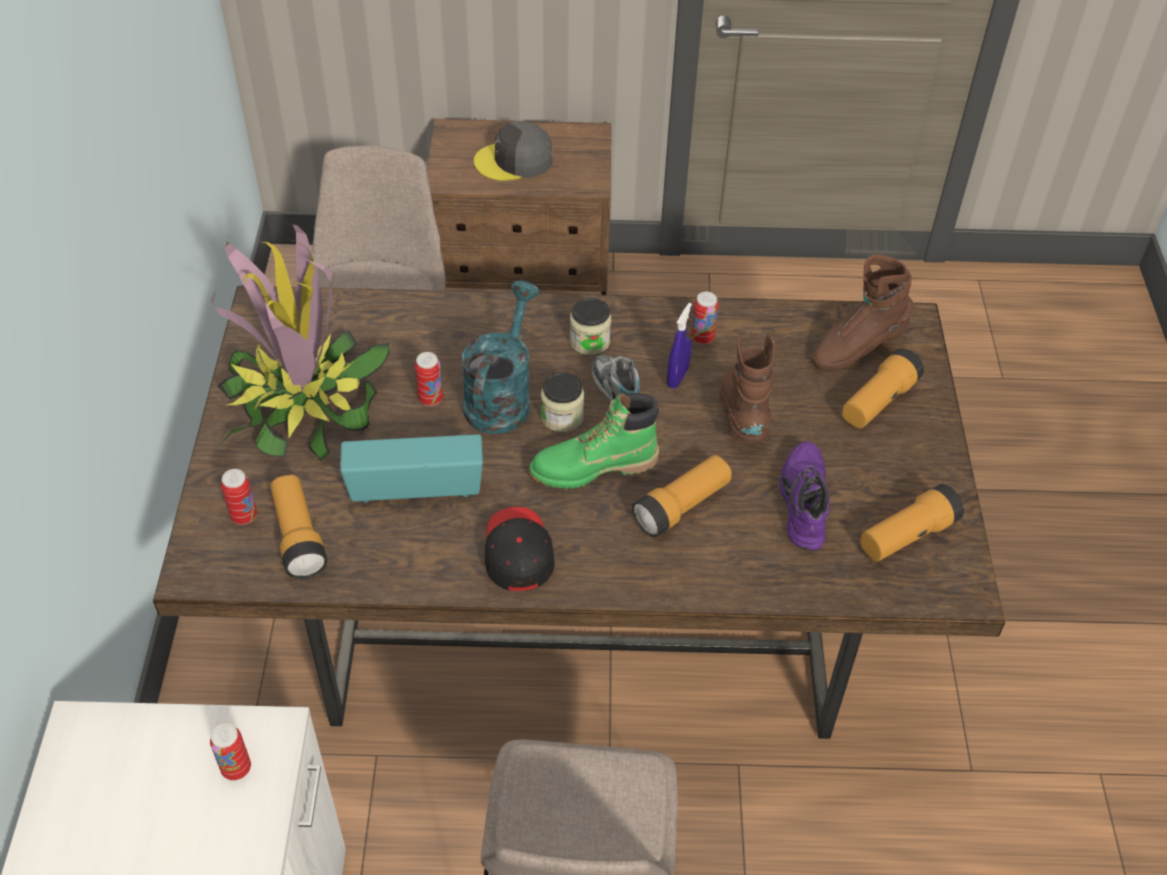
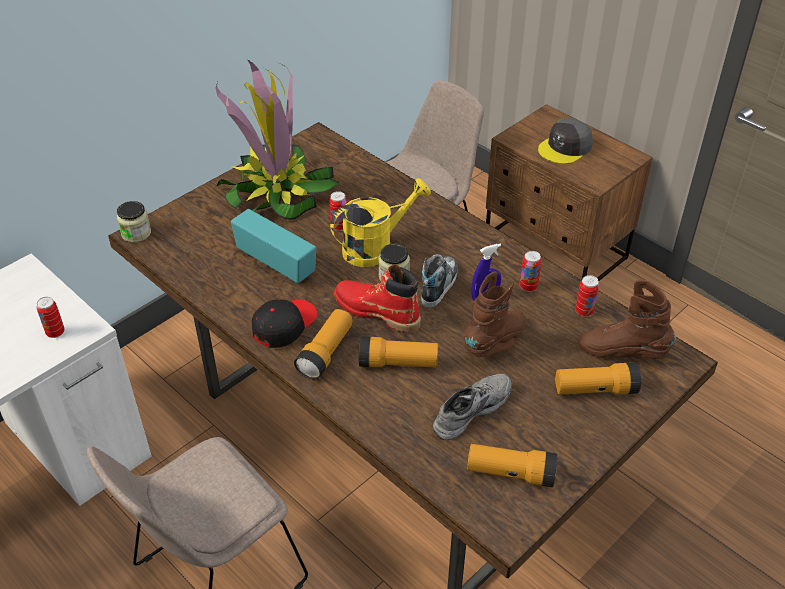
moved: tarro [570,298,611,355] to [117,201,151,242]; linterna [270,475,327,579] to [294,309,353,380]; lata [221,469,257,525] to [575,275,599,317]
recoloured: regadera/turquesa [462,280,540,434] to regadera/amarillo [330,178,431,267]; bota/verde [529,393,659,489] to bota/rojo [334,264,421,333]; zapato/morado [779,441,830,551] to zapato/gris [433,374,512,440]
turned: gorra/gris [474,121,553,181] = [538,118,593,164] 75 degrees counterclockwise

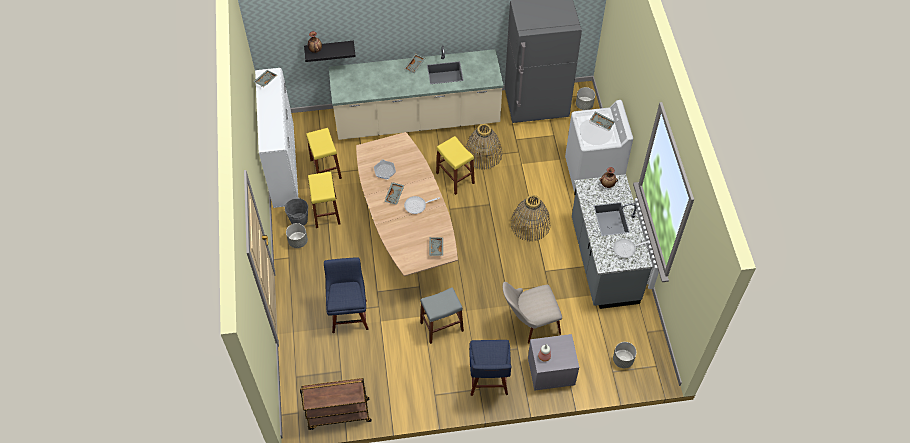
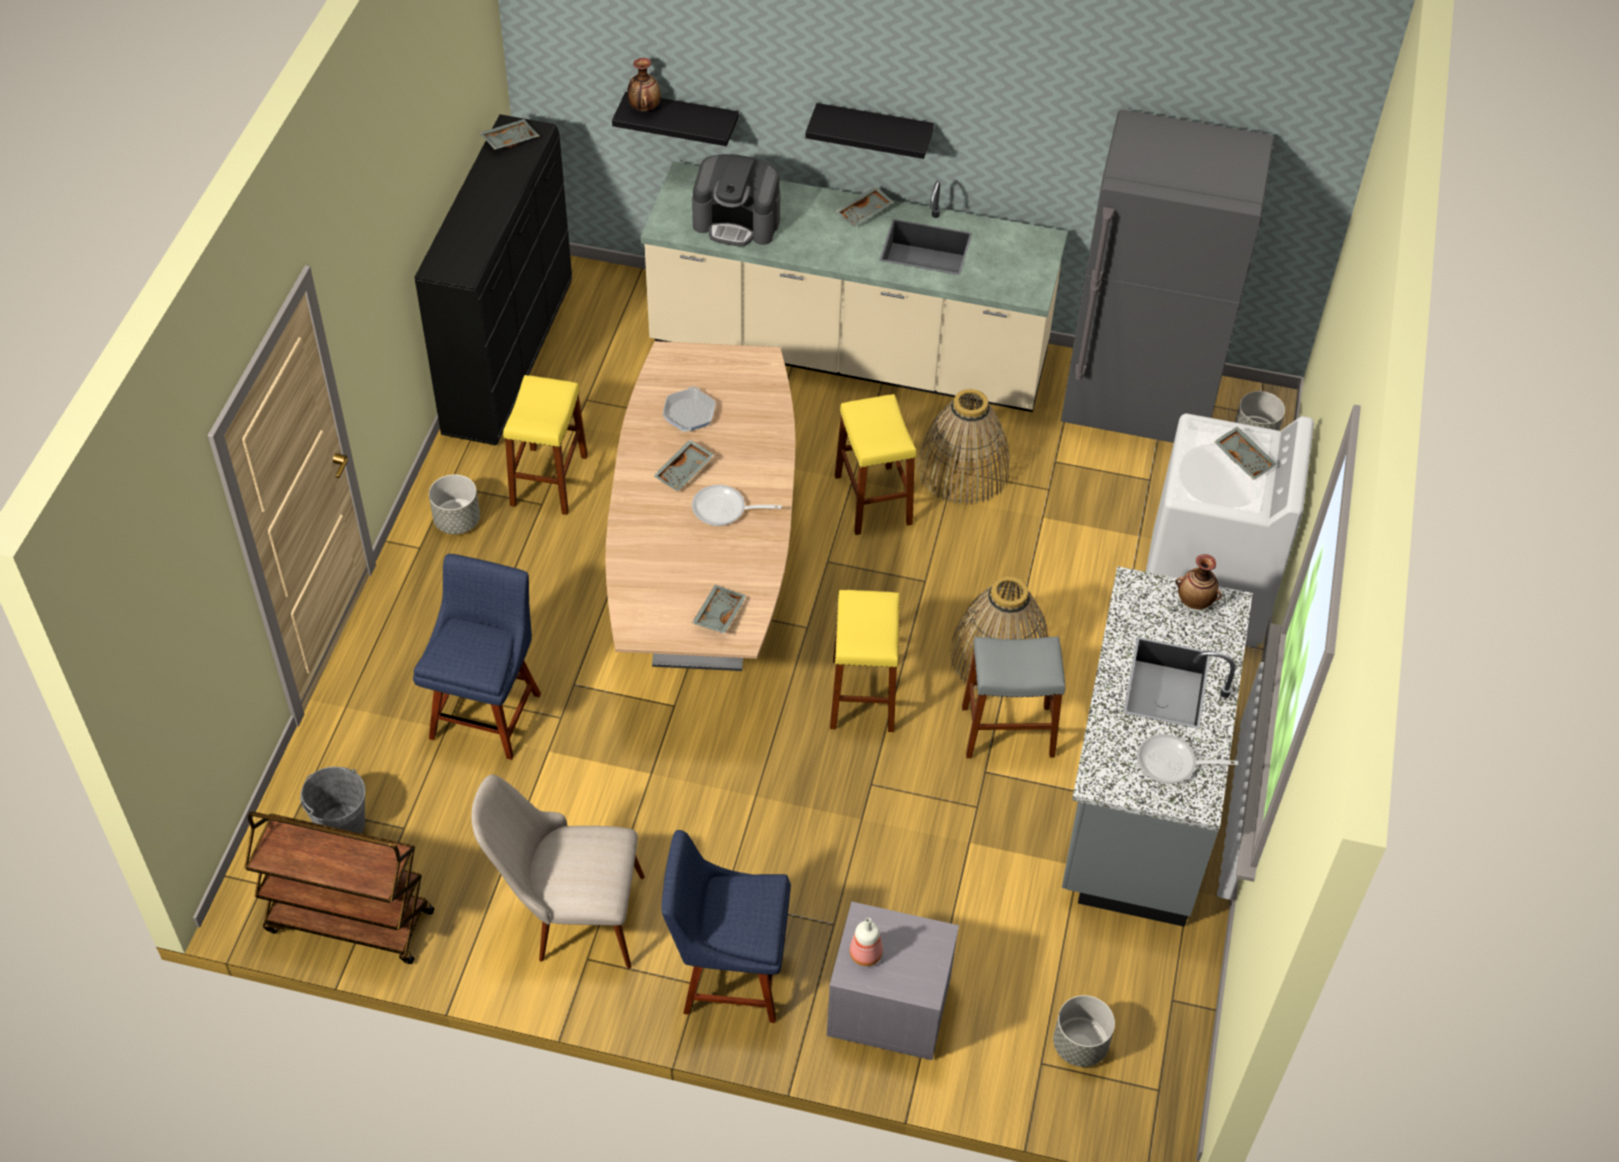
added: cafetera [692,154,780,246]; estante/negro [805,103,934,159]
moved: cubo/gris [285,198,308,226] to [300,766,365,834]; silla/beis [503,282,562,344] to [471,775,645,969]; taburete/amarillo [306,128,342,179] to [830,590,900,732]; taburete/gris [420,287,464,344] to [962,636,1065,758]
recoloured: cómoda/blanco [255,68,298,208] to cómoda/negro [414,114,572,445]
turned: silla/azul [469,340,511,396] = [661,830,791,1023] 75 degrees clockwise

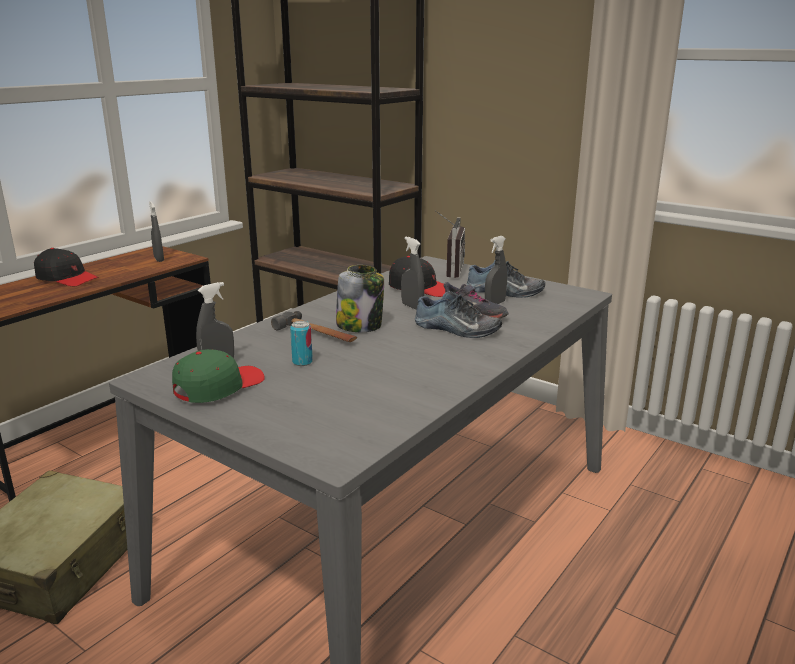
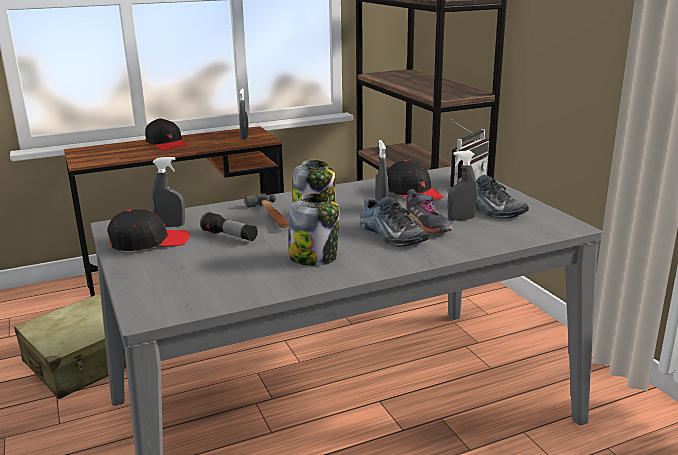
added: tarro [288,193,339,266]
replaced: lata [290,321,313,366] to linterna [200,212,258,241]
recoloured: gorra/verde [172,349,265,403] to gorra/negro [107,209,190,251]

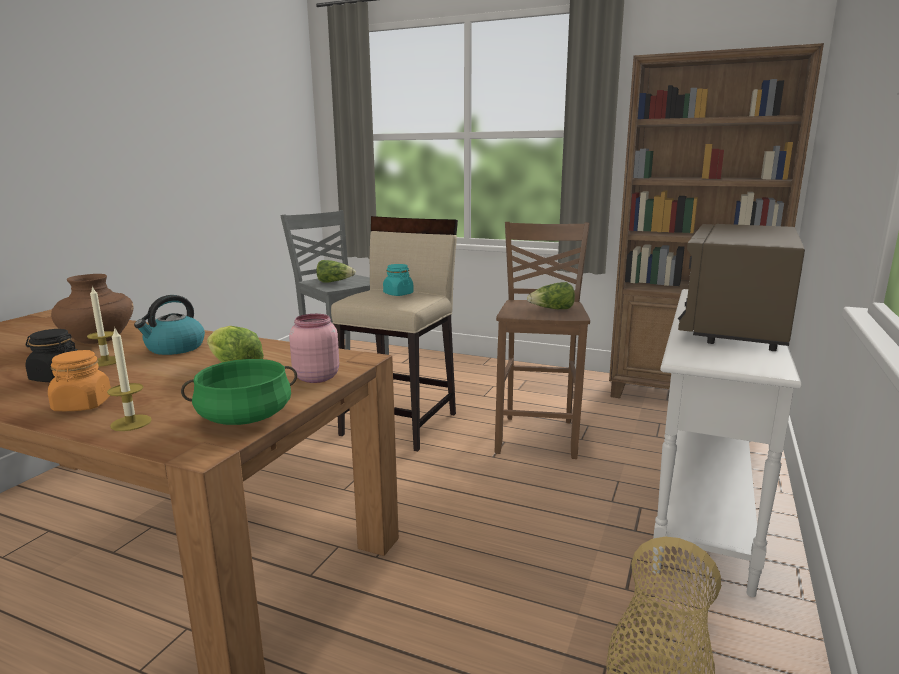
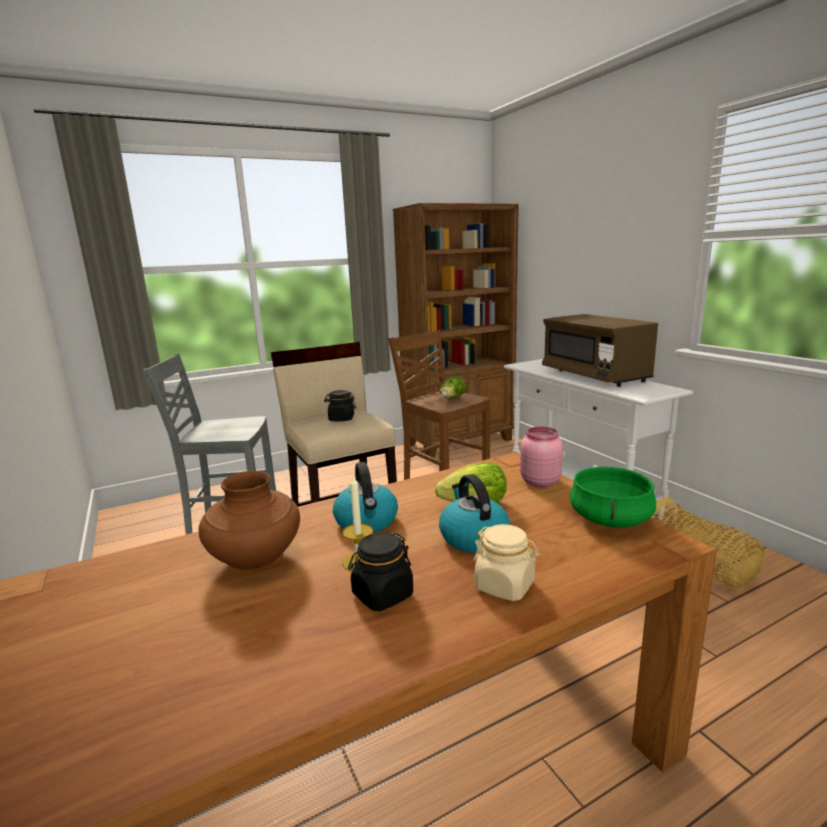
removed: vela [107,326,152,431]; lechuga [316,260,356,283]
added: hervidor [439,474,510,553]
recoloured: tarro/turquesa [383,264,414,296] to tarro/negro [324,390,356,421]; tarro/naranja [48,350,111,411] to tarro/beis [473,524,540,601]

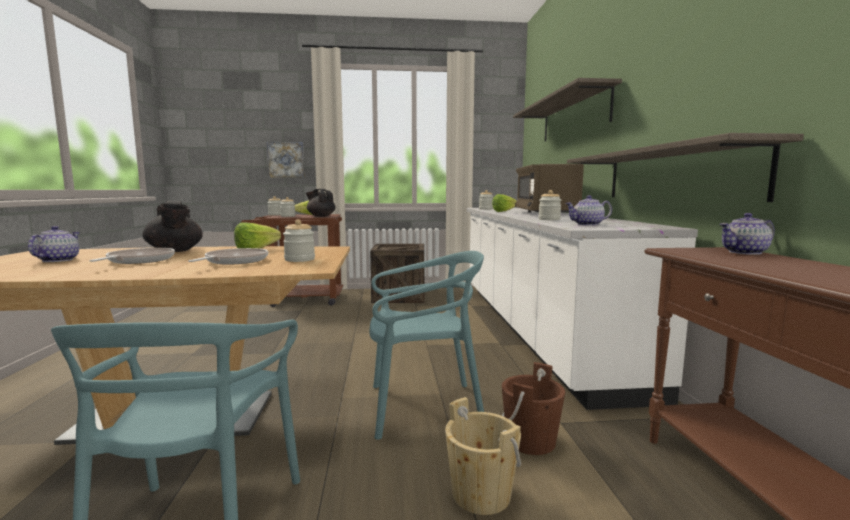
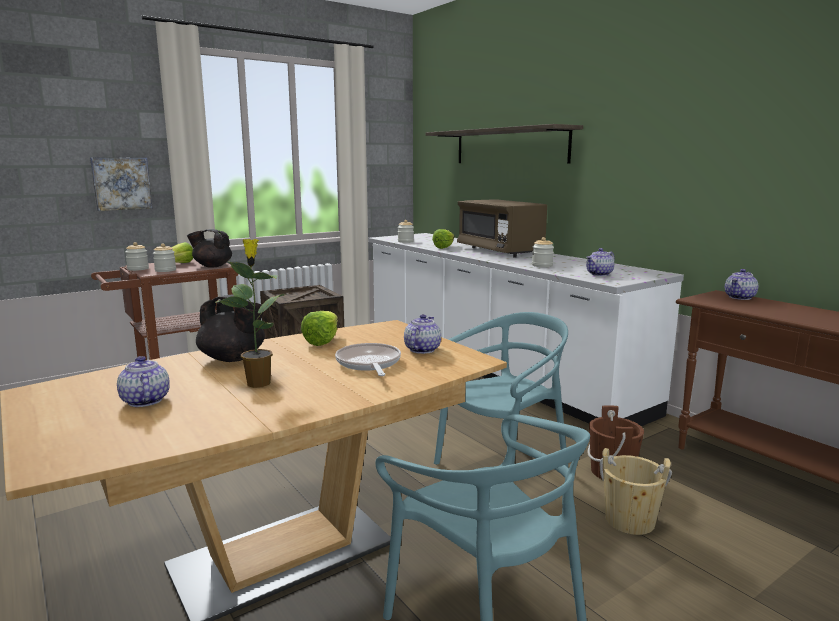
removed: estante [567,133,804,202]
replaced: sartén [89,248,175,264] to planta en maceta [215,239,287,388]; tarro [283,219,315,262] to tetera [404,314,441,354]

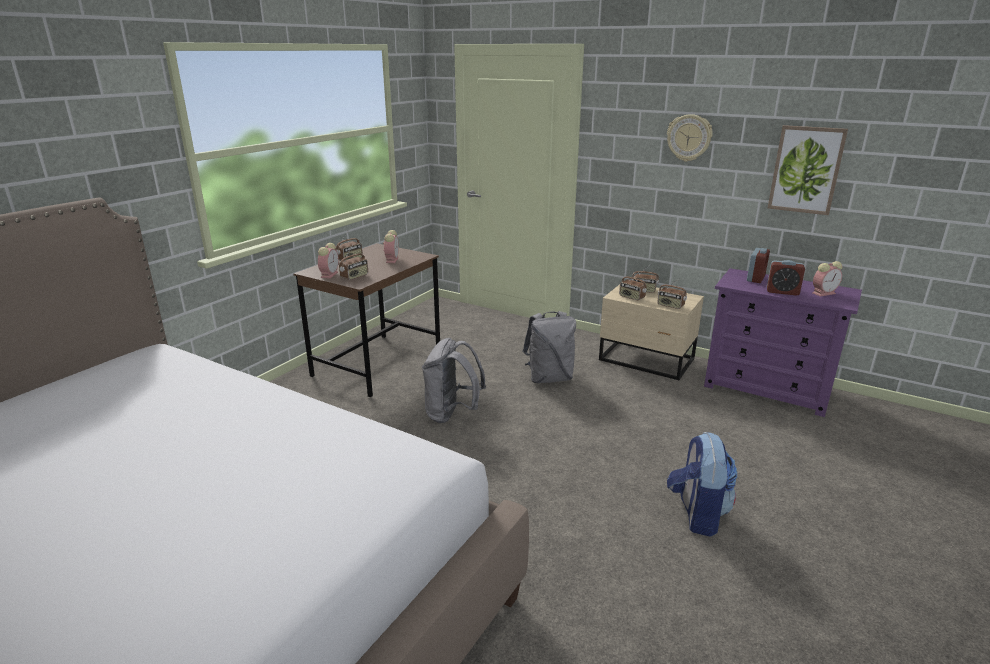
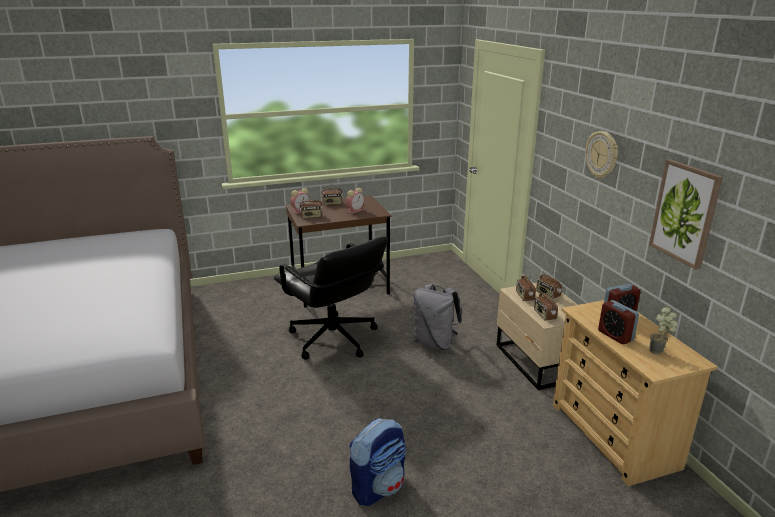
replaced: mochila/gris [422,338,486,423] to silla de oficina/negro [274,237,388,360]; despertador [812,261,842,296] to planta en maceta [649,307,678,355]
recoloured: cómoda/morado [704,268,862,417] to cómoda/beis [553,300,718,486]

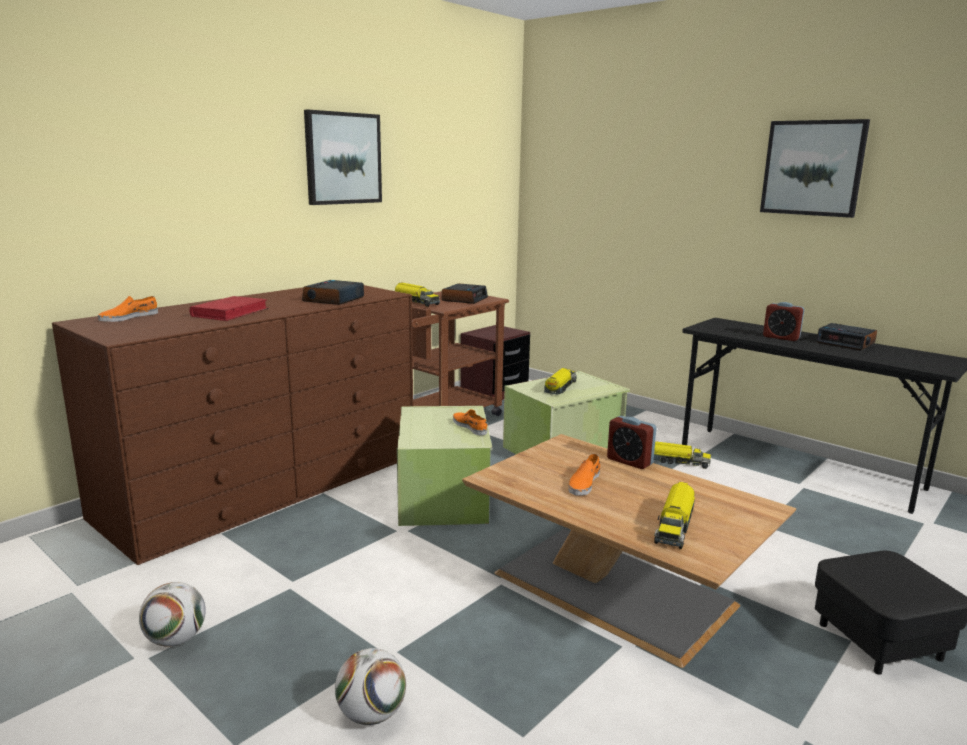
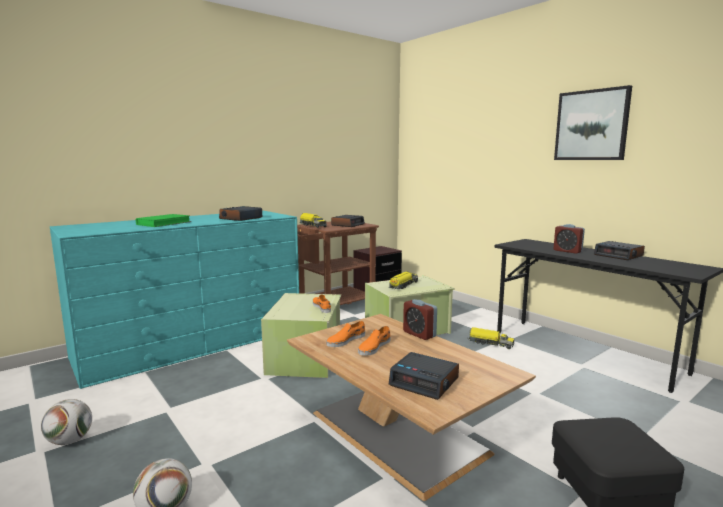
removed: cuadro [304,110,382,205]
moved: zapato/naranja [98,296,158,322] to [326,321,365,347]
replaced: camión de juguete [654,482,695,549] to despertador [389,352,459,400]
recoloured: cómoda/marrón [52,285,413,565] to cómoda/turquesa [50,211,299,389]; libro/rojo [189,296,269,321] to libro/verde [136,214,192,227]

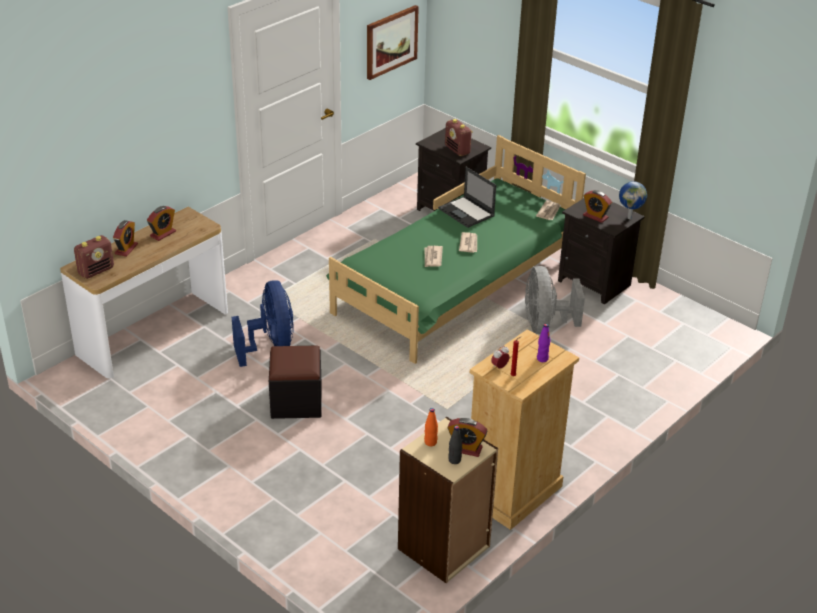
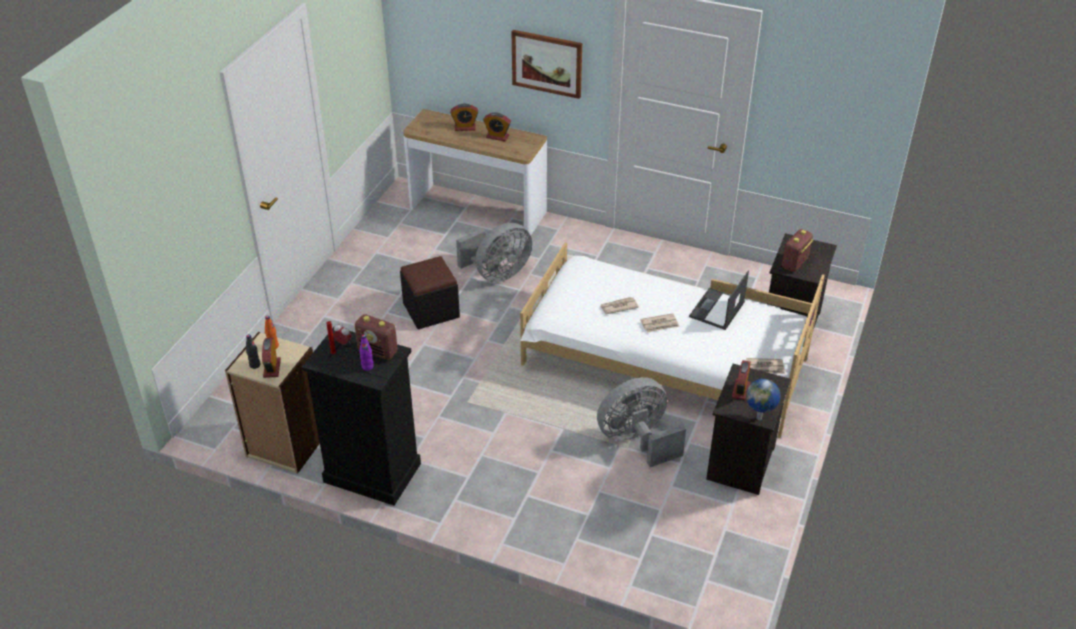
moved: radio [74,235,114,279] to [355,314,398,360]; cuadro [367,5,419,80] to [512,30,582,99]
recoloured: cómoda/beis [470,329,579,530] to cómoda/negro [302,327,421,506]; ventilador/azul [232,280,293,367] to ventilador/gris [456,223,532,282]; cama/verde [326,135,586,364] to cama/blanco [520,242,825,438]

